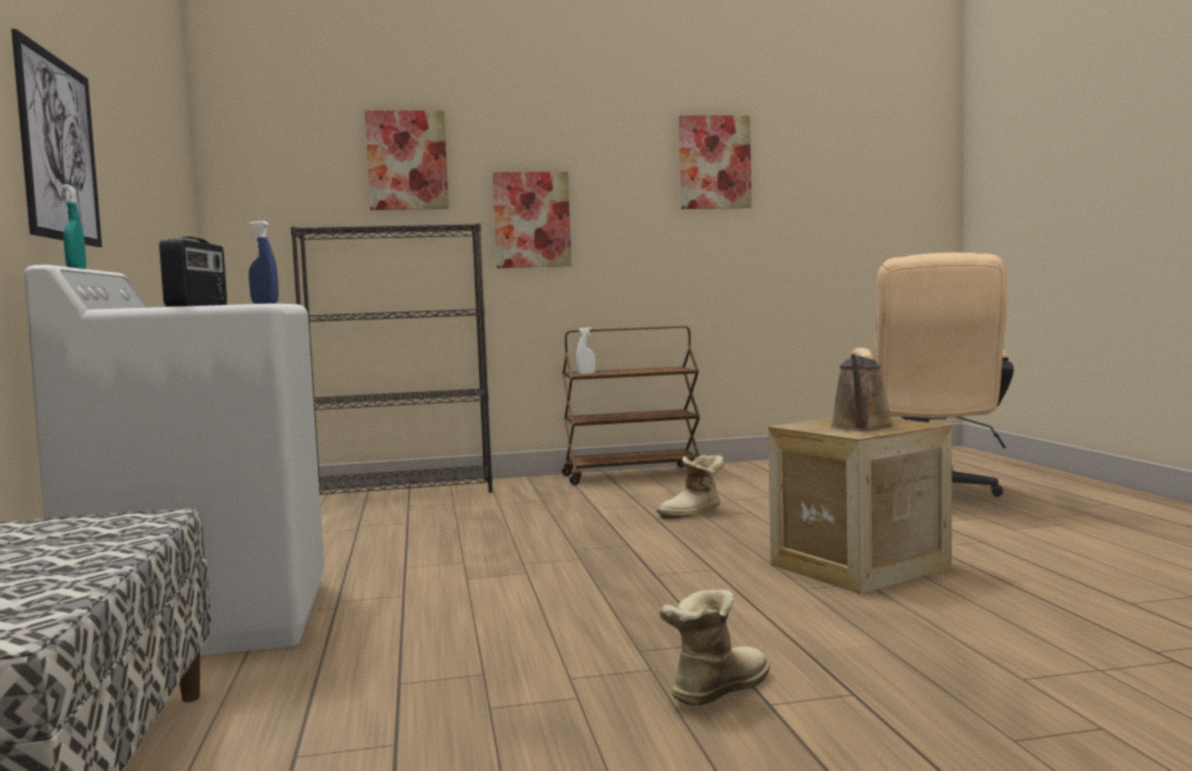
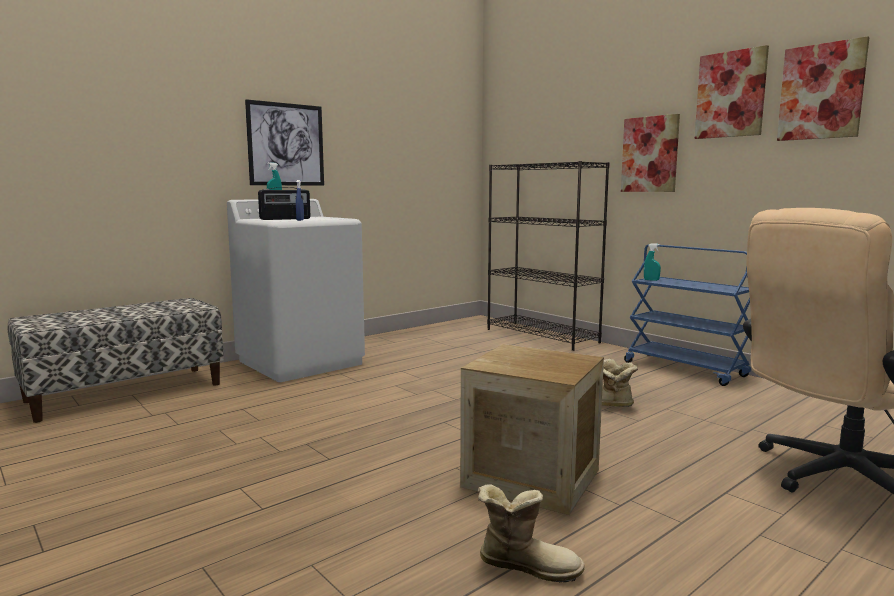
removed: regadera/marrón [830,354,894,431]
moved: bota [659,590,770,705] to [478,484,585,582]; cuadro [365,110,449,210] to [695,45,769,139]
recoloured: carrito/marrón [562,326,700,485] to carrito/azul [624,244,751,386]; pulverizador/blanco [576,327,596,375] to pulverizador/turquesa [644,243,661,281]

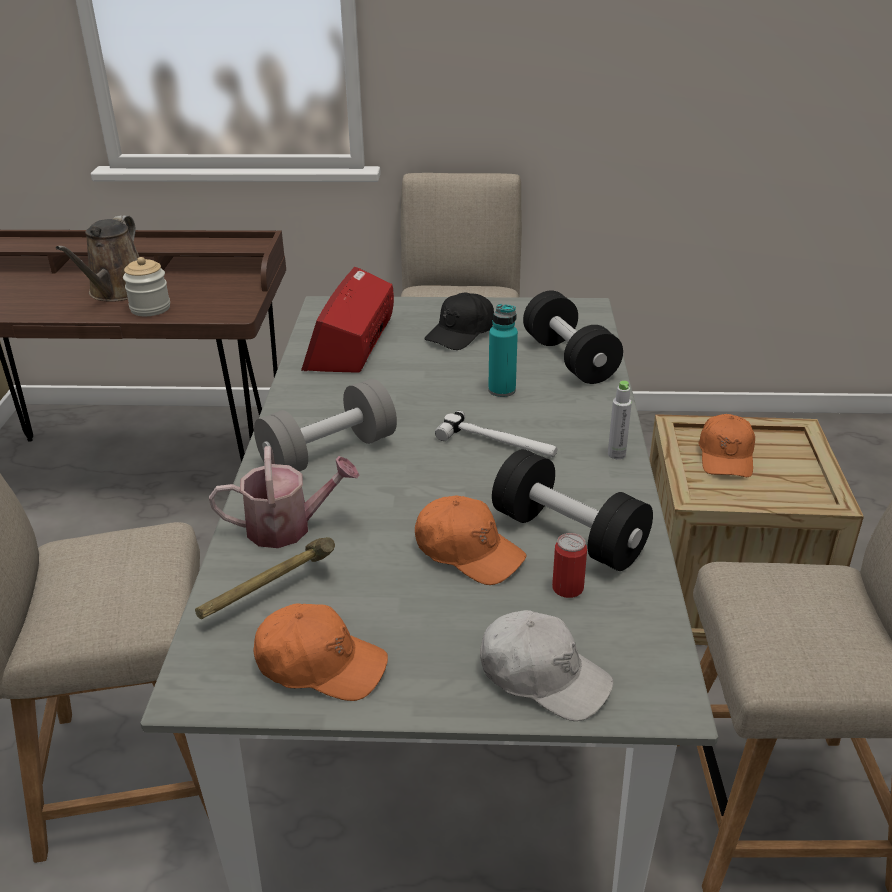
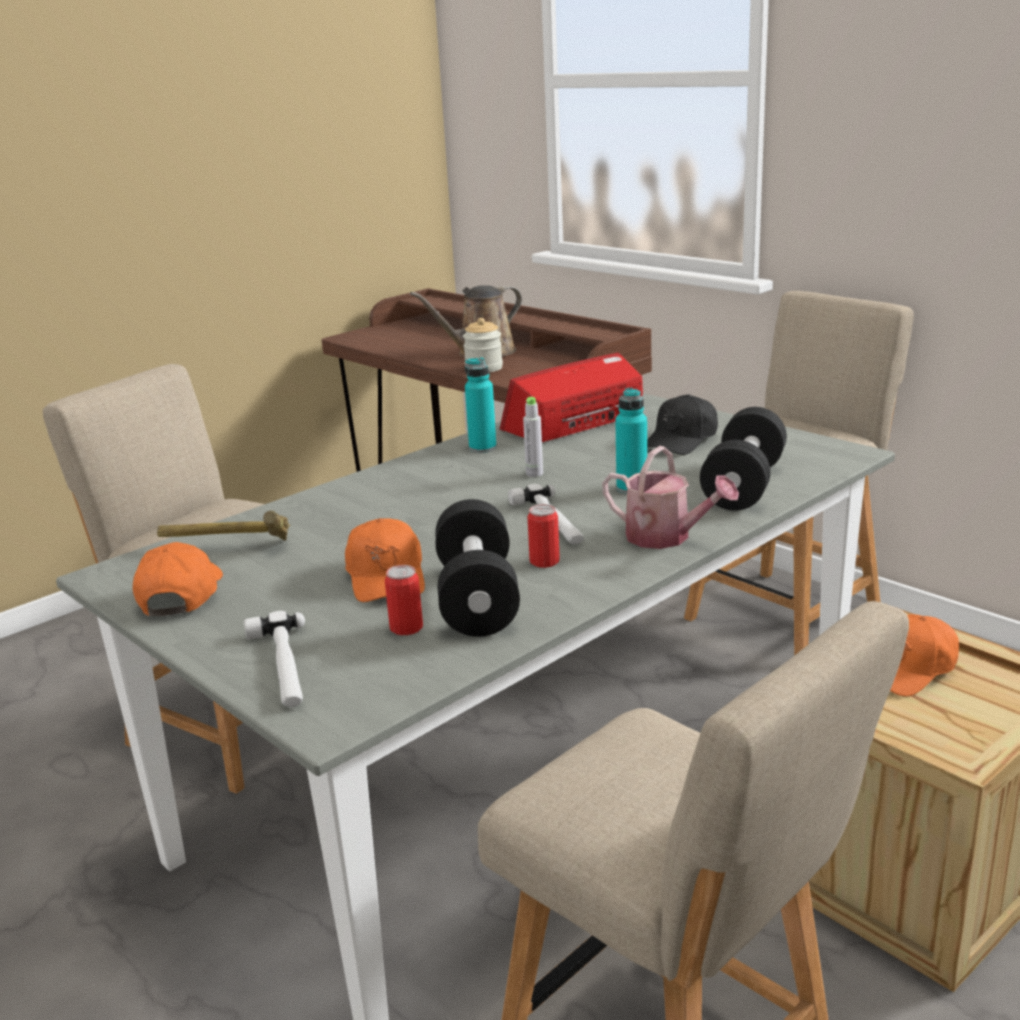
removed: mancuerna/gris [254,379,397,472]
added: botella/turquesa [465,357,497,453]; lata [528,504,560,568]
moved: botella/gris [608,381,632,459] to [523,397,543,477]; regadera [209,446,359,548] to [602,446,739,549]
replaced: gorra/blanco [480,610,613,721] to martillo [244,611,305,707]
turned: gorra/naranja [253,603,388,701] = [133,542,223,616] 150 degrees counterclockwise; gorra/negro [424,293,494,350] = [647,394,718,455] 45 degrees counterclockwise

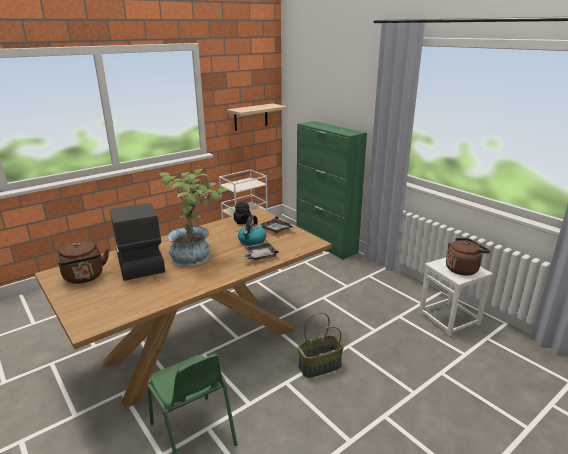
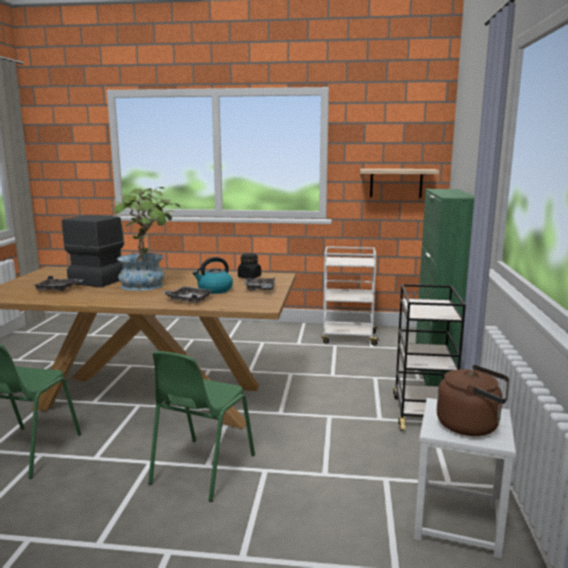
removed: hervidor/marrón [57,241,109,284]
added: bandeja/gris [33,276,83,291]; carrito/negro [393,284,466,431]
replaced: cesta [298,313,344,378] to silla/verde [148,351,255,502]

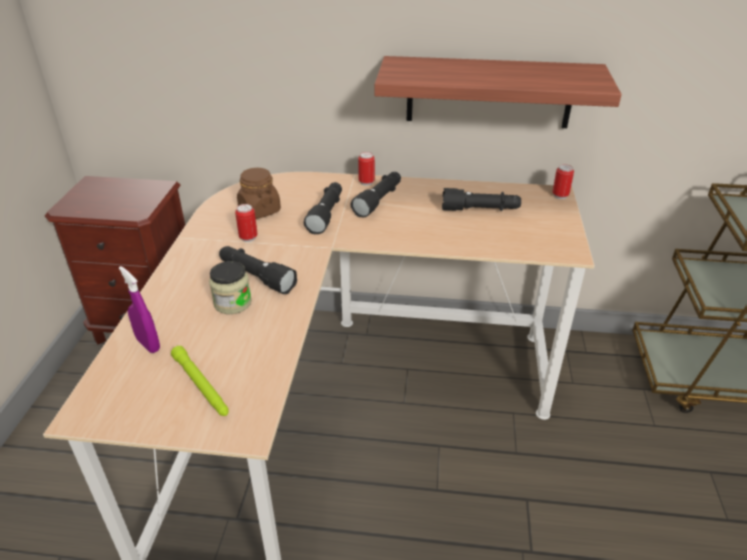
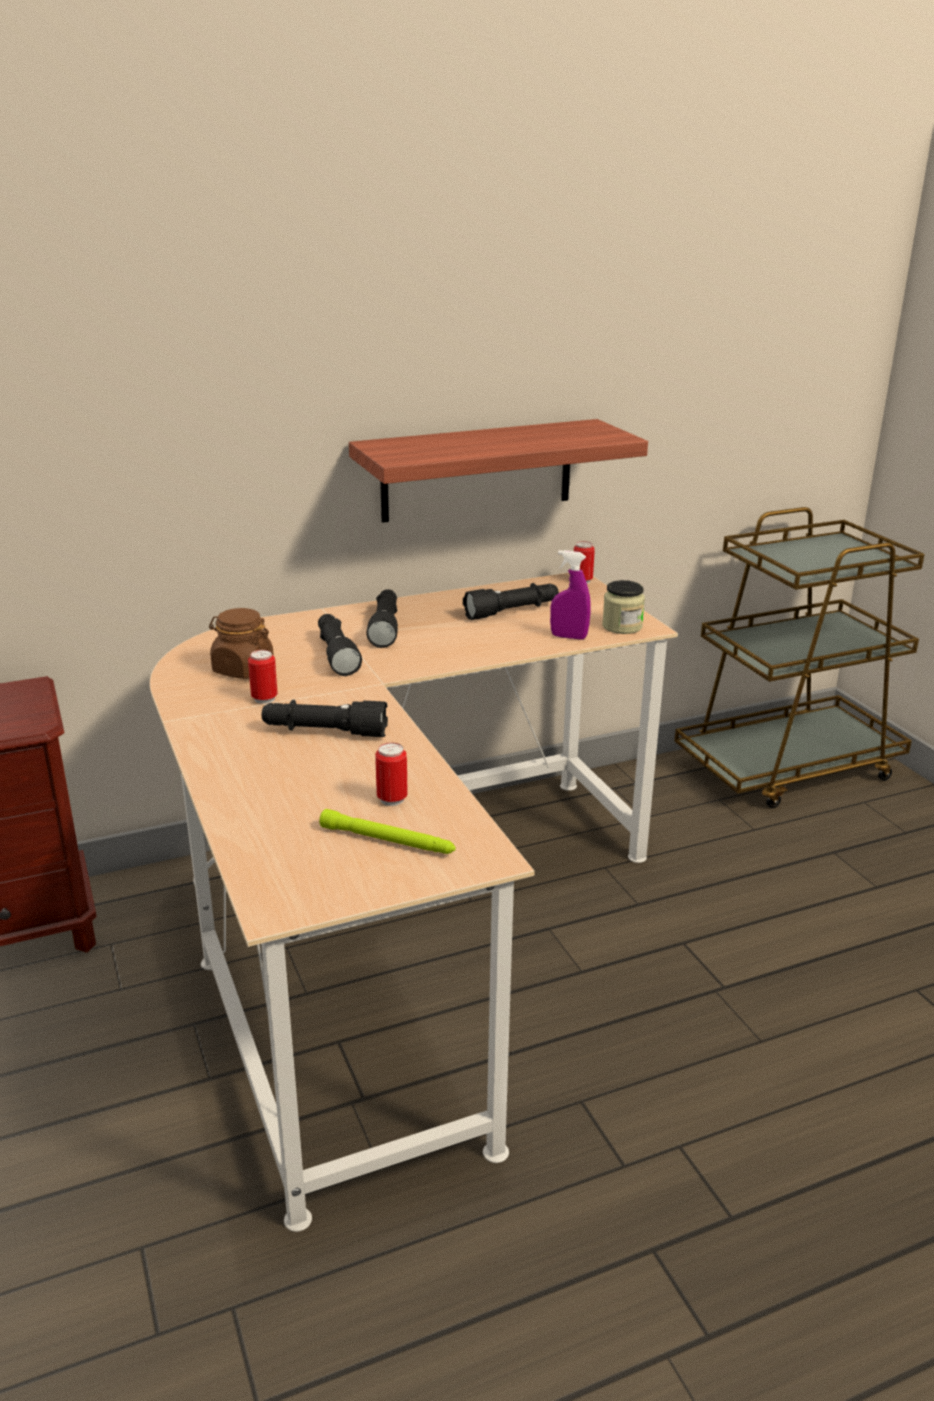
moved: lata [358,152,375,186] to [375,743,408,806]; pulverizador/morado [119,266,160,353] to [550,550,591,640]; tarro [209,261,252,314] to [602,580,645,634]

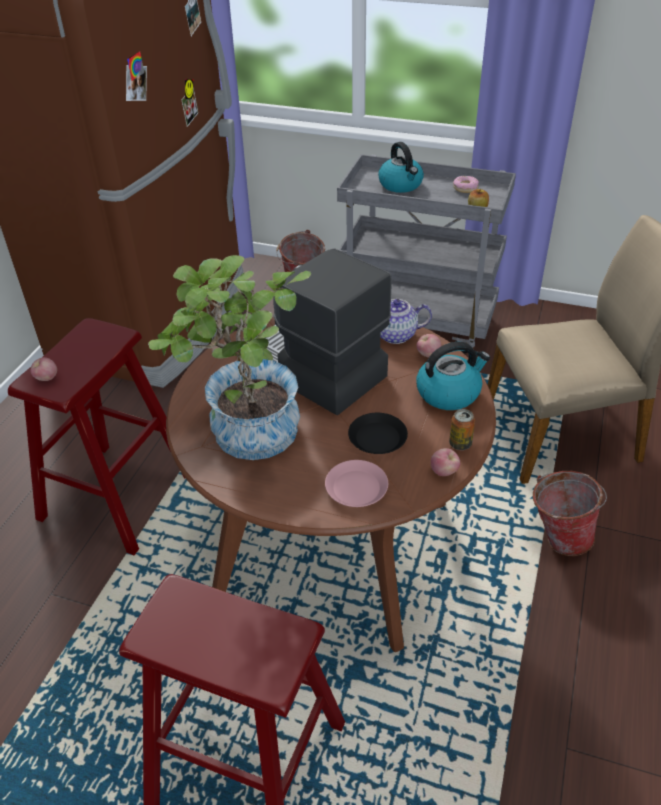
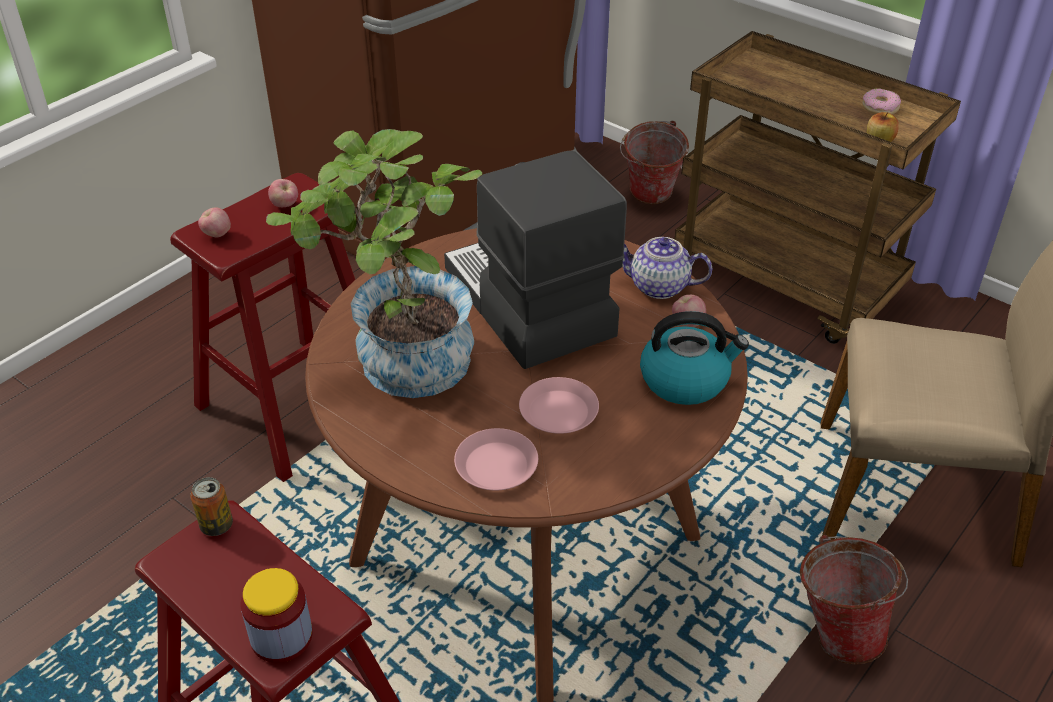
removed: hervidor [378,142,424,193]
added: tarro [241,568,313,663]
moved: lata [449,409,475,450] to [190,477,233,536]; manzana [431,448,460,476] to [268,179,298,207]
recoloured: plato/negro [348,413,408,454] to plato/rosa [519,377,599,434]; carrito/gris [337,154,516,353] to carrito/marrón [675,31,961,344]

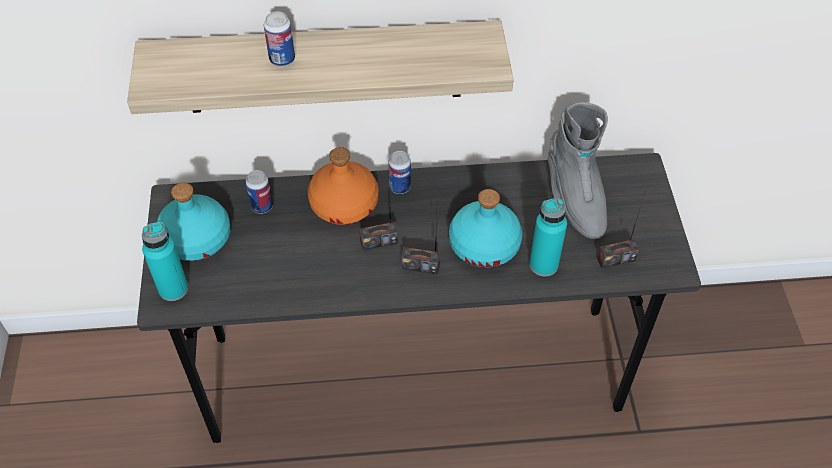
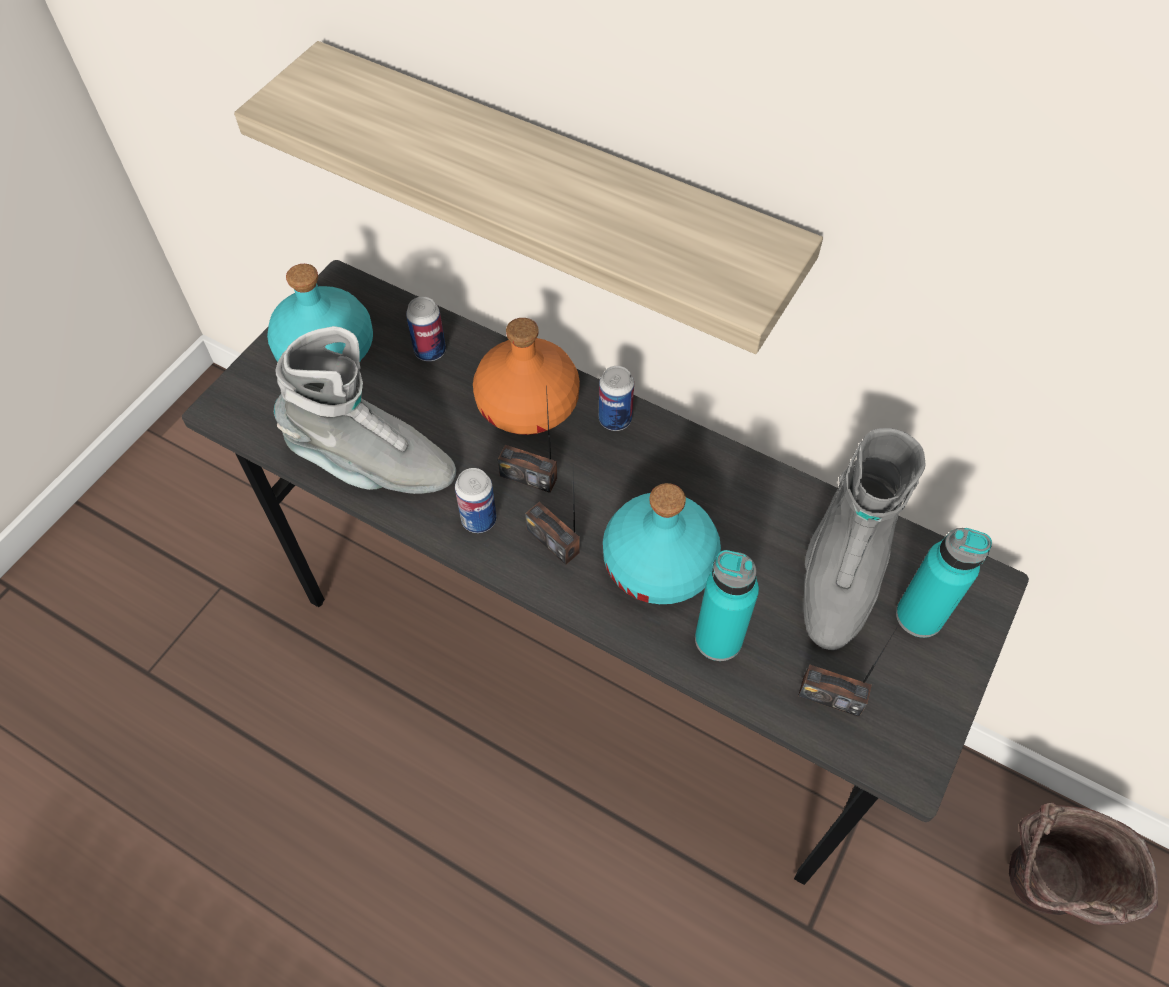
added: bota/gris [274,326,456,494]; cubo/marrón [1009,803,1158,925]
moved: lata [264,12,295,66] to [455,468,497,533]; botella/turquesa [142,222,188,301] to [896,528,992,638]

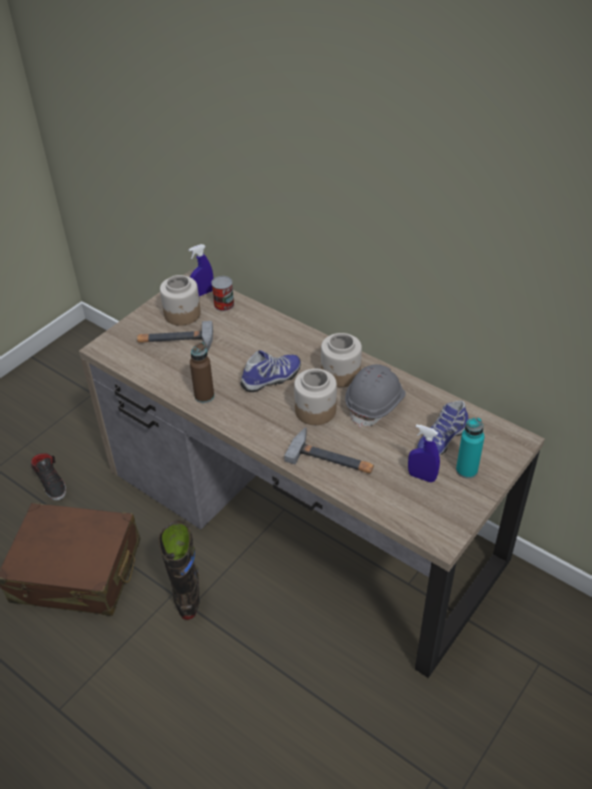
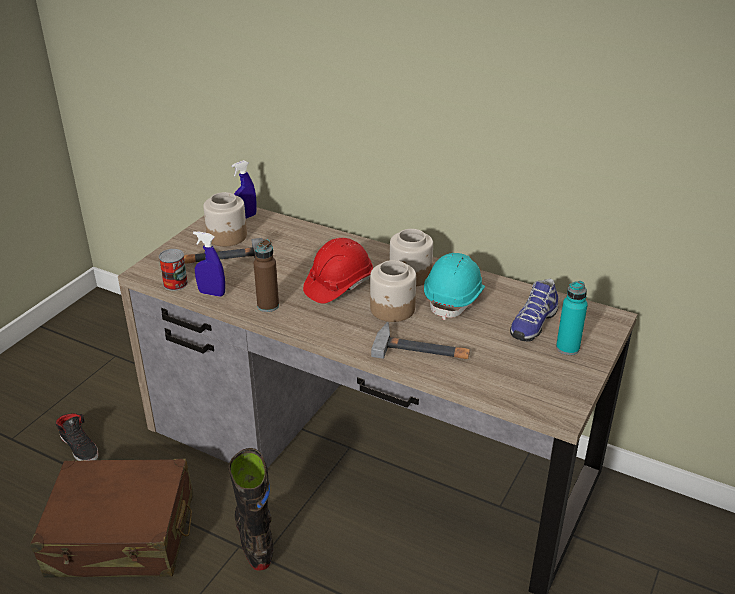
moved: lata [211,276,234,311] to [159,249,188,291]; pulverizador/azul [408,424,440,483] to [193,231,225,297]
replaced: zapato [240,350,301,392] to casco/rojo [303,238,373,304]
recoloured: casco/gris [345,364,406,428] to casco/turquesa [424,253,485,320]

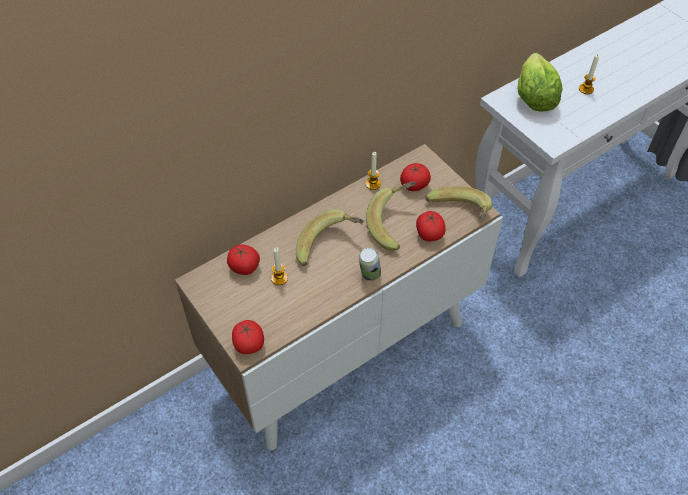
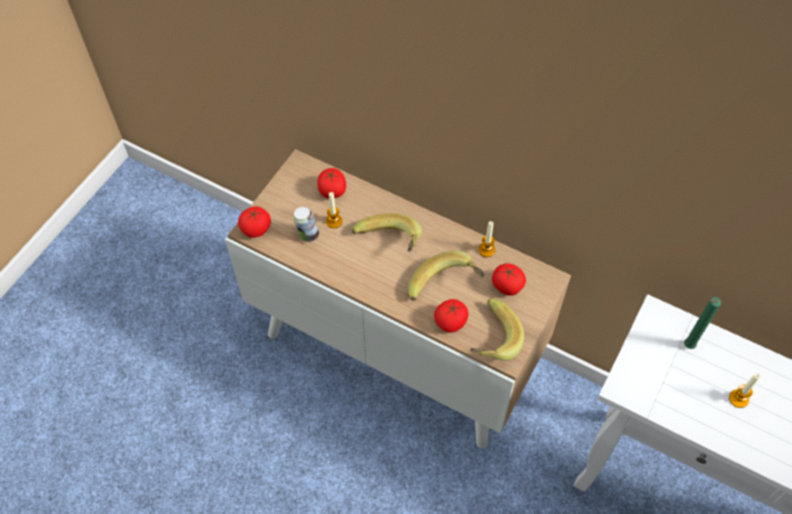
moved: lata [359,248,381,281] to [293,207,319,242]
replaced: lechuga [517,53,563,112] to vela/verde [684,297,721,349]

